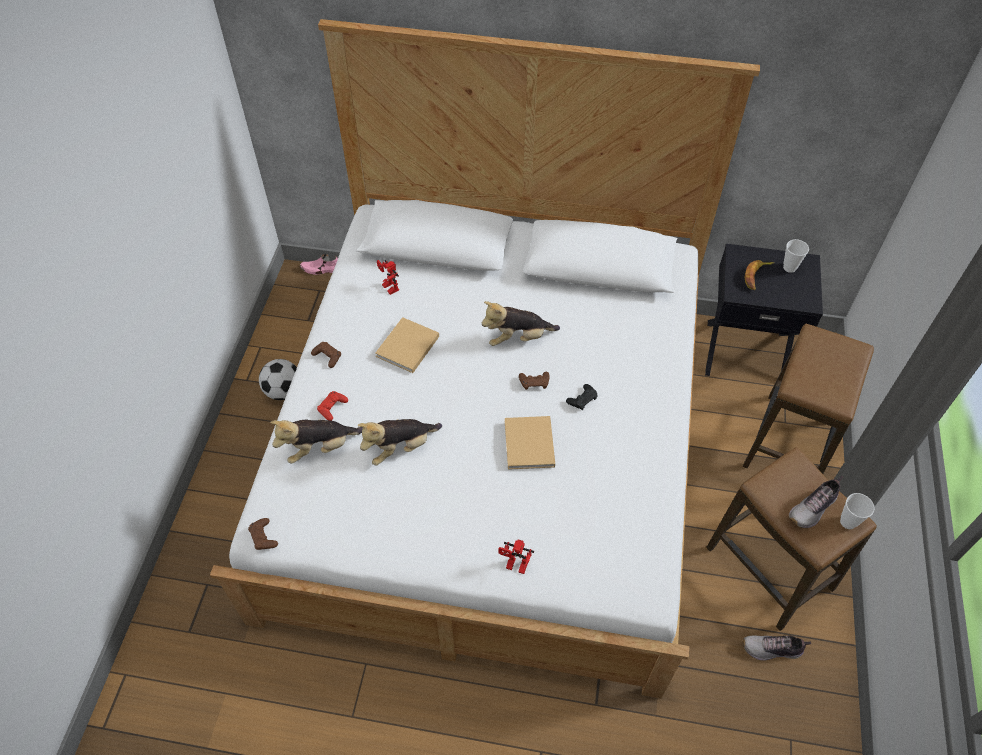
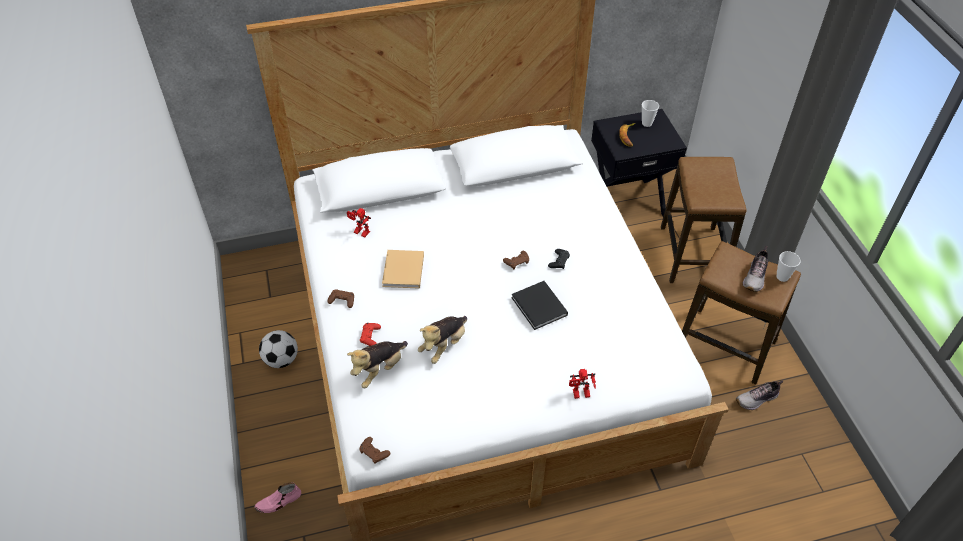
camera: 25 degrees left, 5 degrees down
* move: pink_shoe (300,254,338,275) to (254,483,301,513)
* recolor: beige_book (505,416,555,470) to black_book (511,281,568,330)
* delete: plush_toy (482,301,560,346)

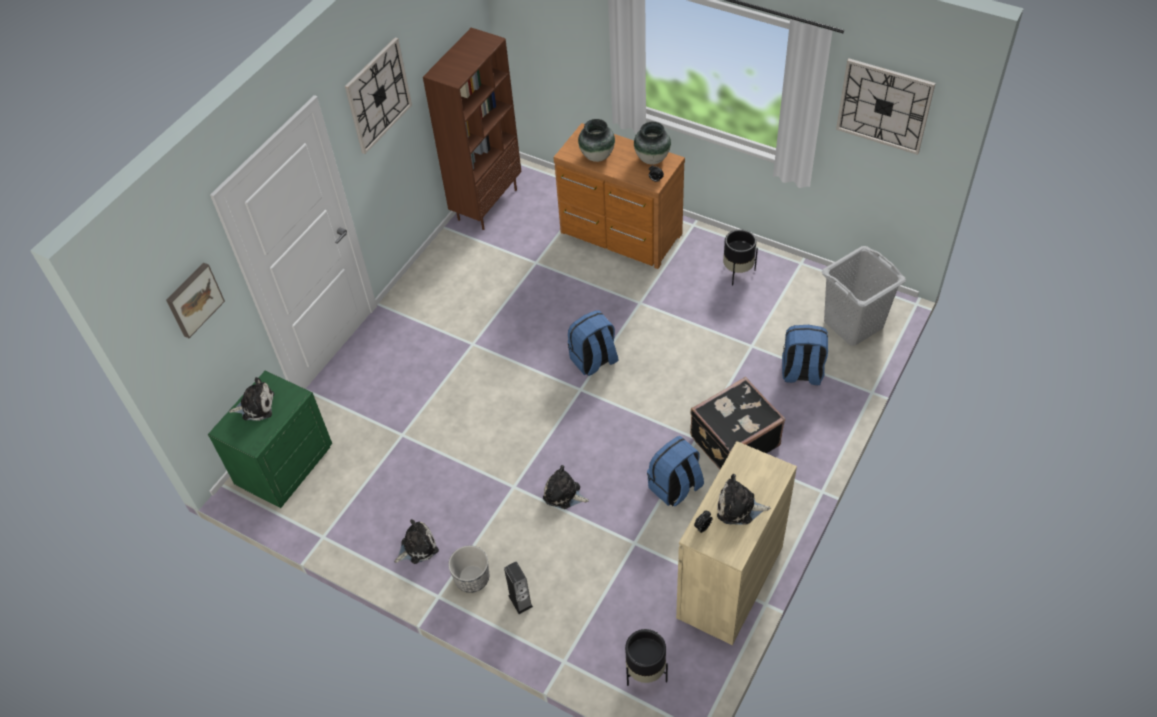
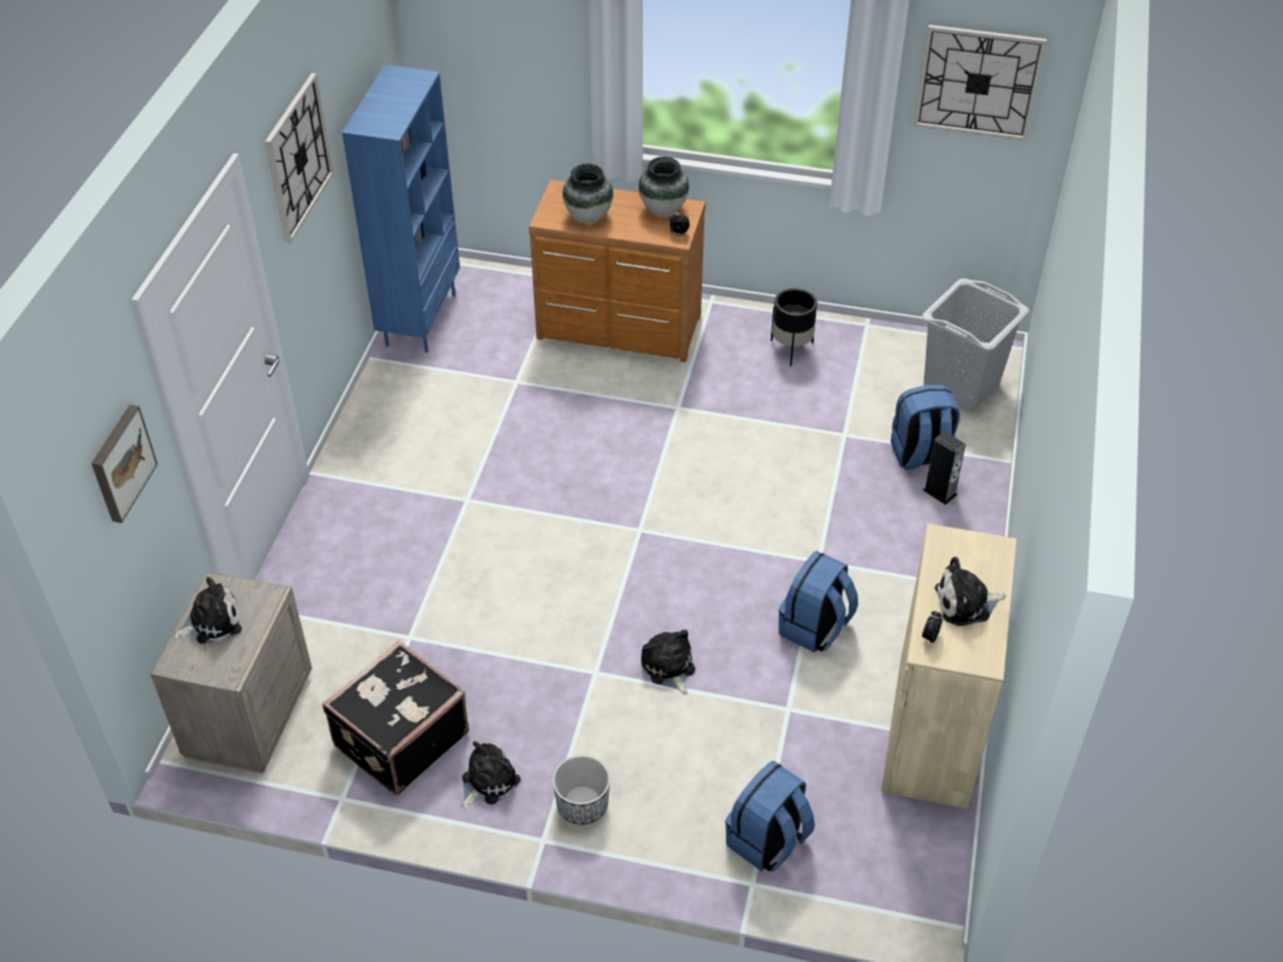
camera: 20 degrees left, 5 degrees down
* recolor: green_nightstand (208,371,332,508) to beige_nightstand (151,571,312,774)
* move: black_suitcase (690,377,785,469) to (322,641,469,795)
* recolor: brown_bookcase (423,28,521,230) to blue_bookcase (342,65,460,353)
* rotate: plush_toy (543,465,589,509) = (641,629,695,695) 60 degrees clockwise
* move: blue_backpack (568,310,619,376) to (725,760,815,872)
* move: speaker (504,562,533,614) to (923,431,966,505)
* delete: black_planter (625,629,668,686)

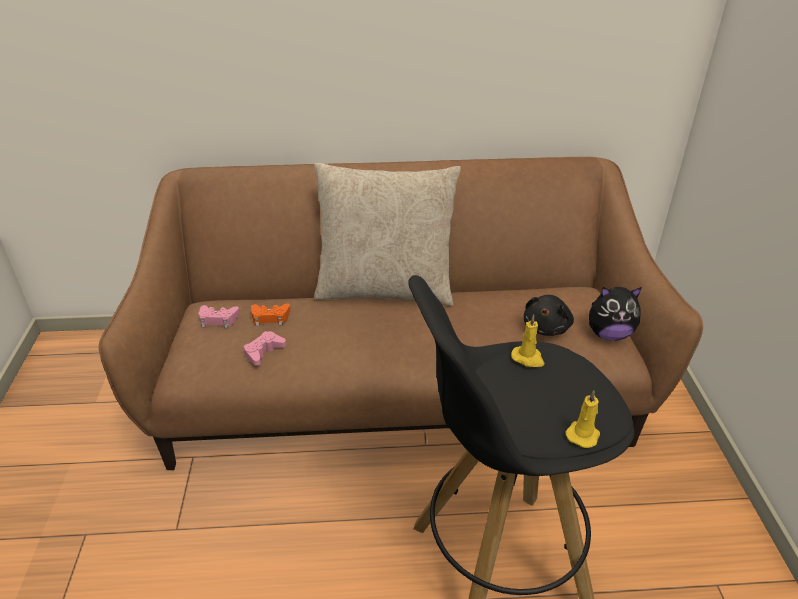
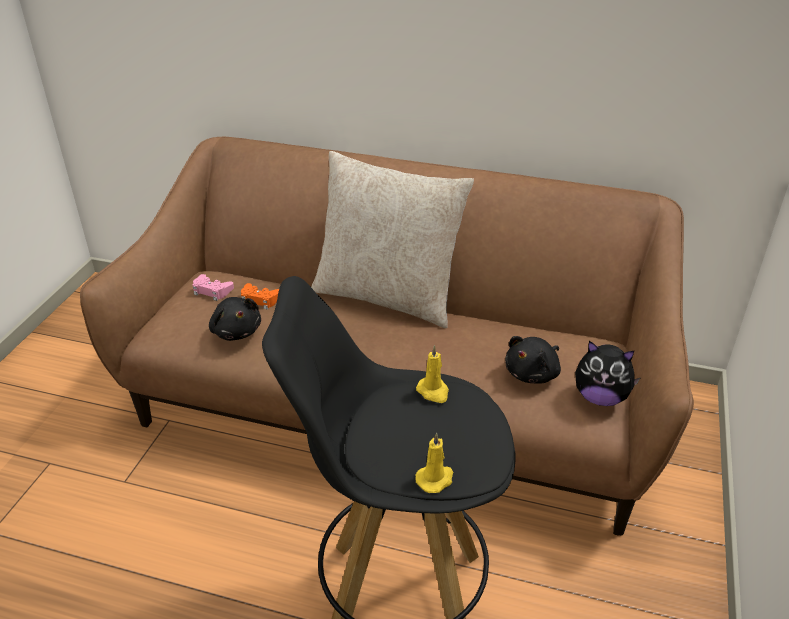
camera: 20 degrees right, 0 degrees up
* replace: pink_game_controller (244,331,286,366) to black_plush_toy (209,297,261,341)

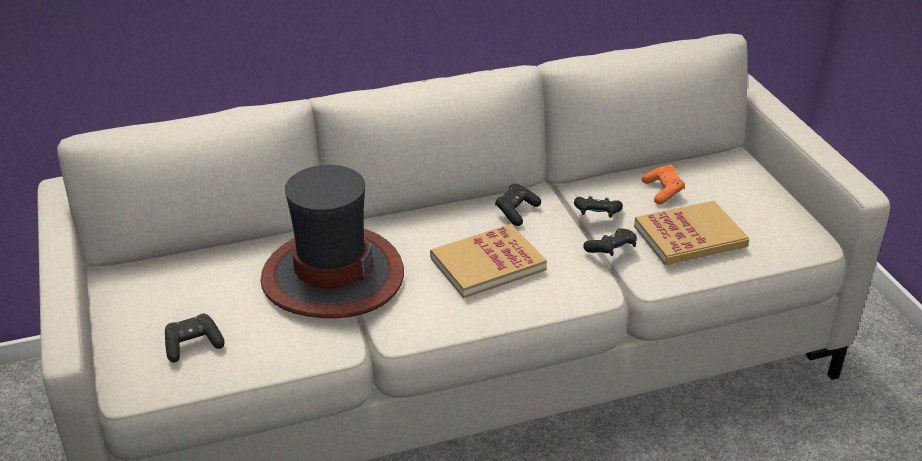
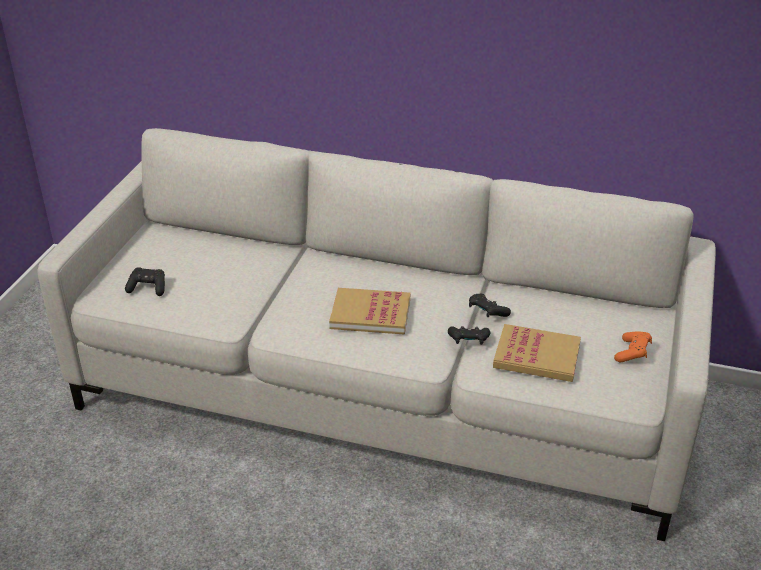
camera: 35 degrees right, 0 degrees up
* move: orange_game_controller (642,165,685,204) to (614,331,652,362)
* delete: hat (261,165,404,318)
* delete: black_game_controller (495,184,541,226)

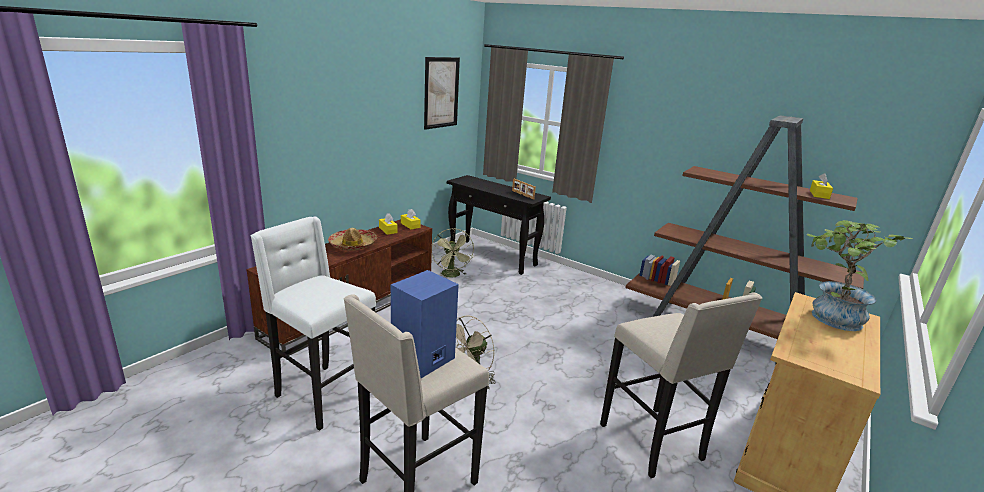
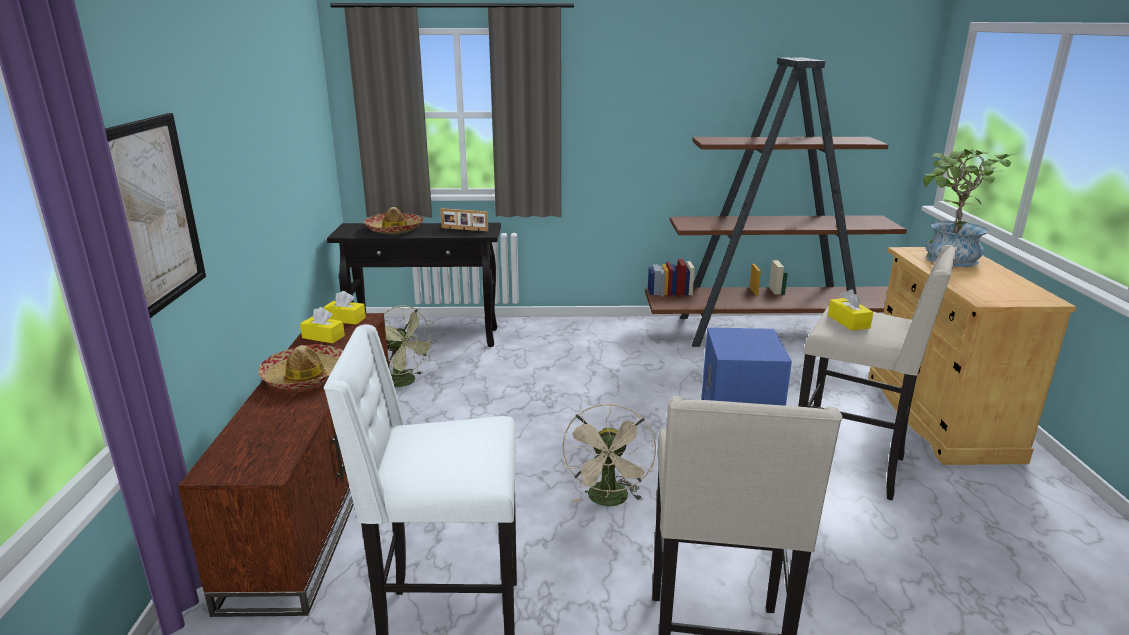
camera: 35 degrees left, 0 degrees up
* move: picture (424,57,460,130) to (105,113,206,318)
* insert: hat (364,207,424,234)
* move: yellow_tissue_box (810,173,833,199) to (828,289,873,331)

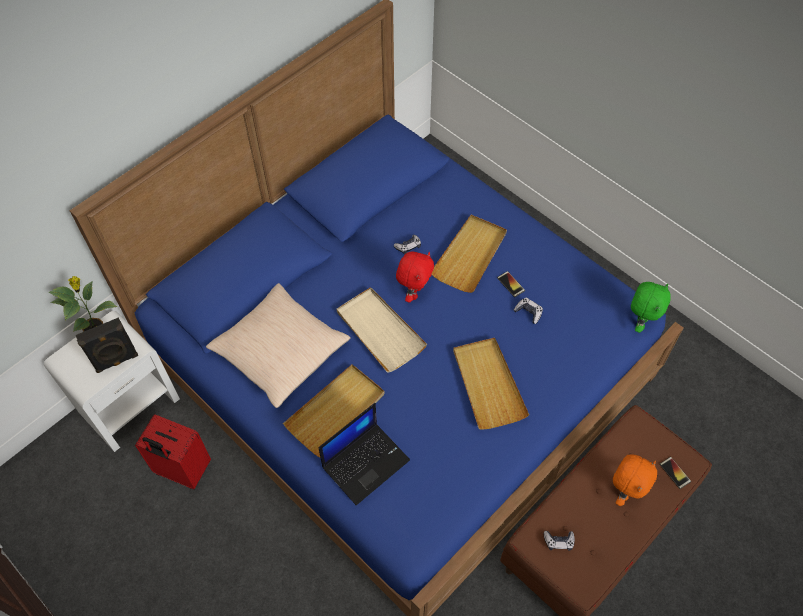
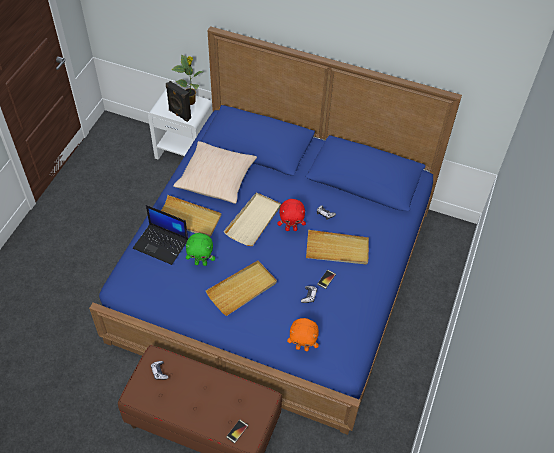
camera: 65 degrees right, 5 degrees down
* move: green_plush_toy (631,282,671,333) to (186,233,215,266)
* move: orange_plush_toy (613,454,657,506) to (287,318,319,351)
* delete: red_suitcase (135,414,211,489)

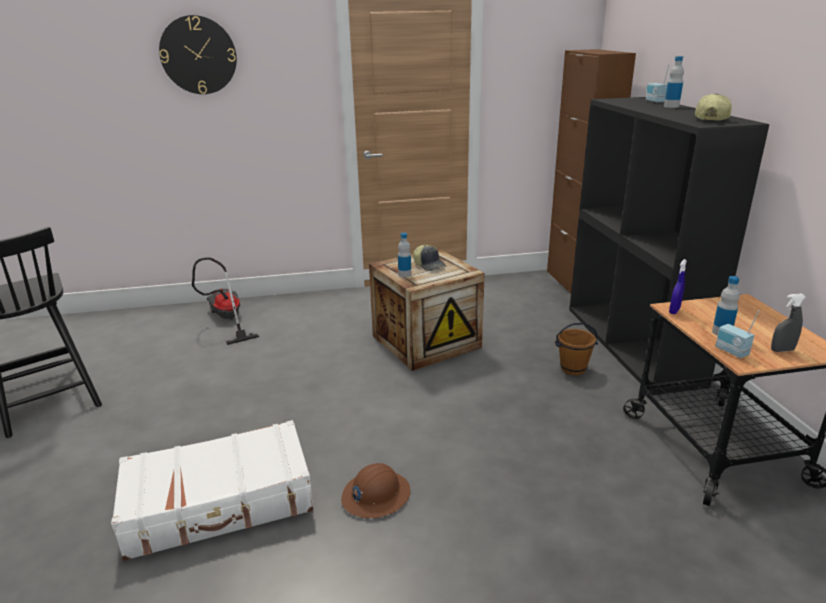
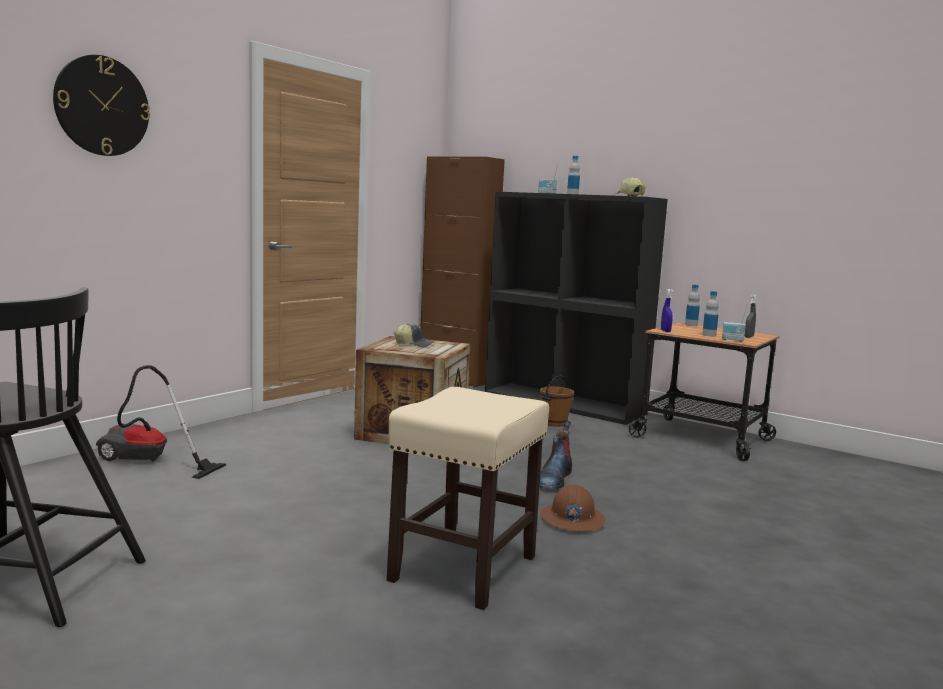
camera: 45 degrees left, 15 degrees down
* replace: white_suitcase (111,420,314,561) to beige_stool (387,387,549,610)
* insert: boot (539,421,572,489)
* move: bottle (398,233,411,277) to (685,284,700,326)

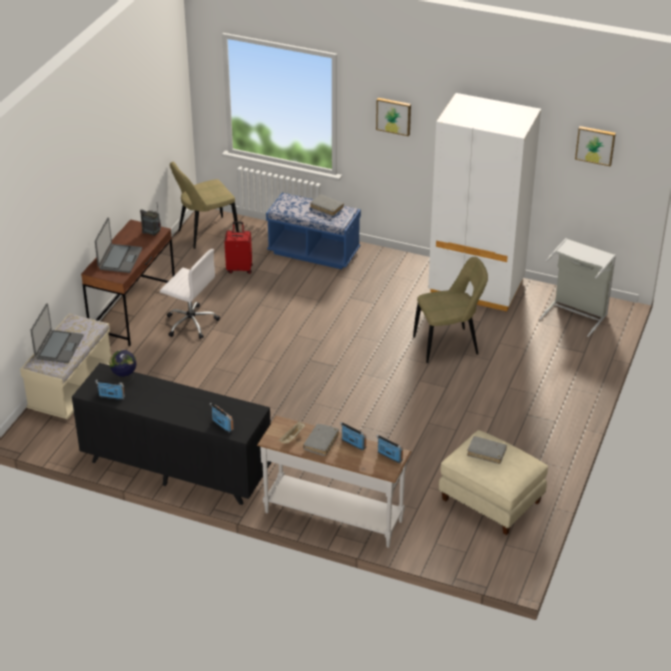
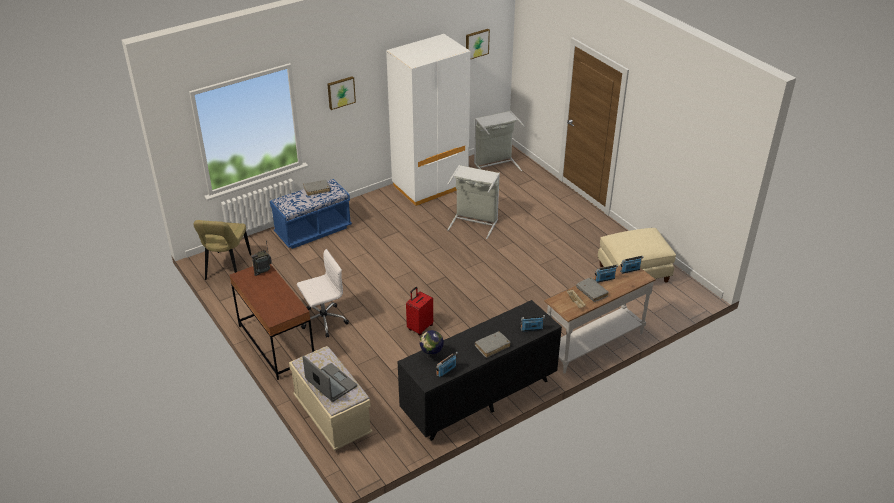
camera: 55 degrees left, 0 degrees up
* move: red_suitcase (225,221,253,274) to (406,287,433,335)
* replace: beige_chair (413,257,488,363) to grey_laundry_basket (447,165,500,239)
* move: grey_book (467,436,507,464) to (475,331,511,358)
* delete: laptop (95,217,142,273)

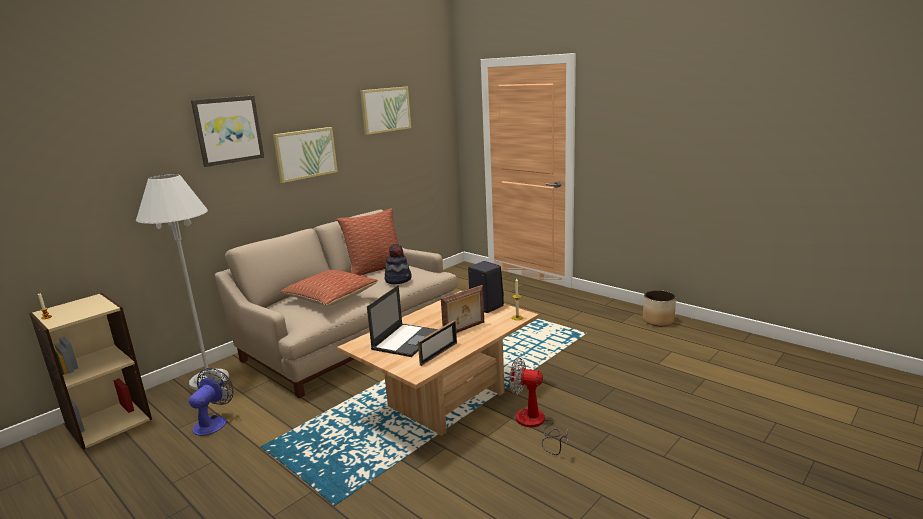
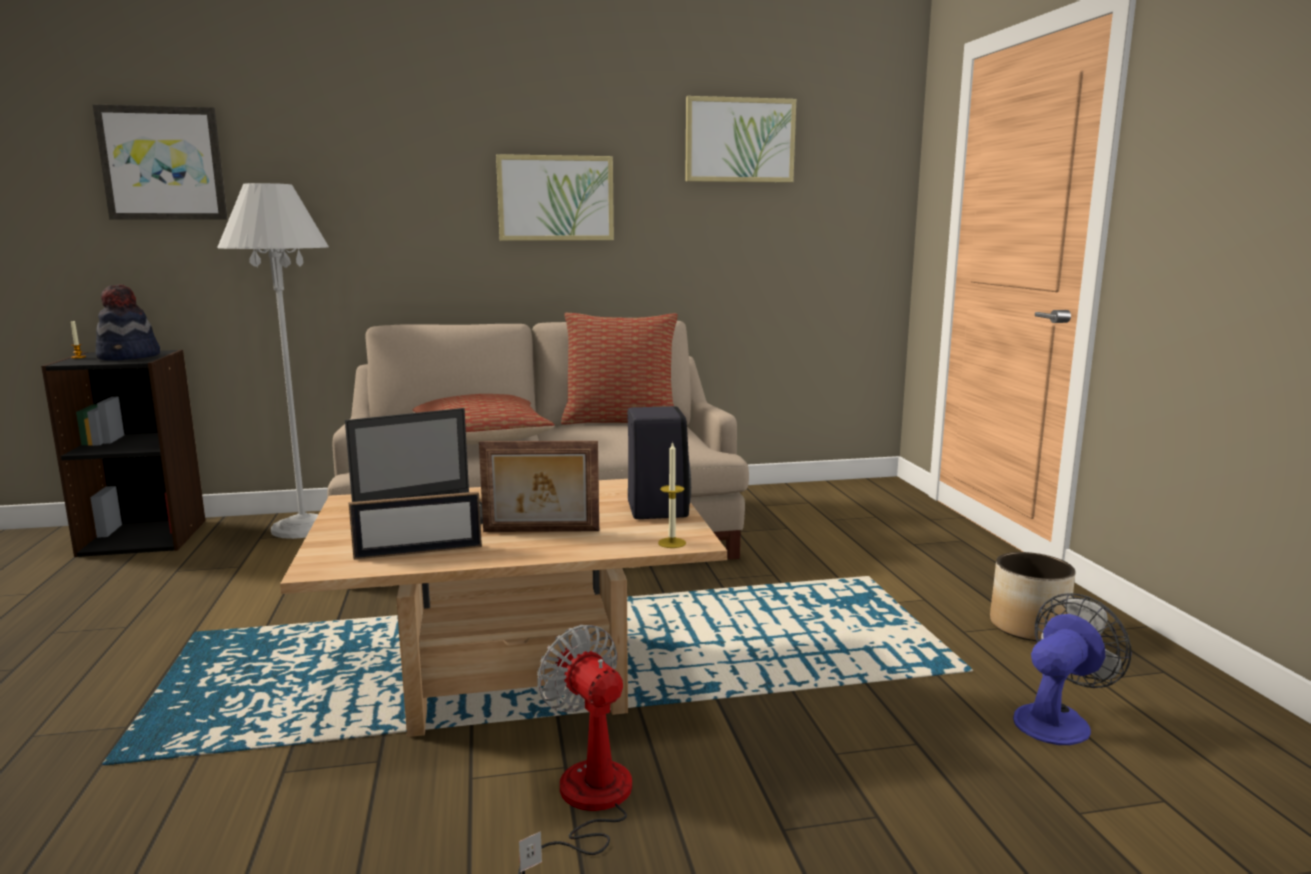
camera: 35 degrees right, 5 degrees down
* recolor: beige_bookcase (29,293,152,450) to black_bookcase (41,350,206,557)
* move: picture (191,96,264,167) to (93,105,227,220)
* move: hat (385,243,412,284) to (96,285,160,361)
* move: planter (643,290,676,326) to (990,552,1076,641)
* move: fan (189,368,234,436) to (1013,593,1131,745)

